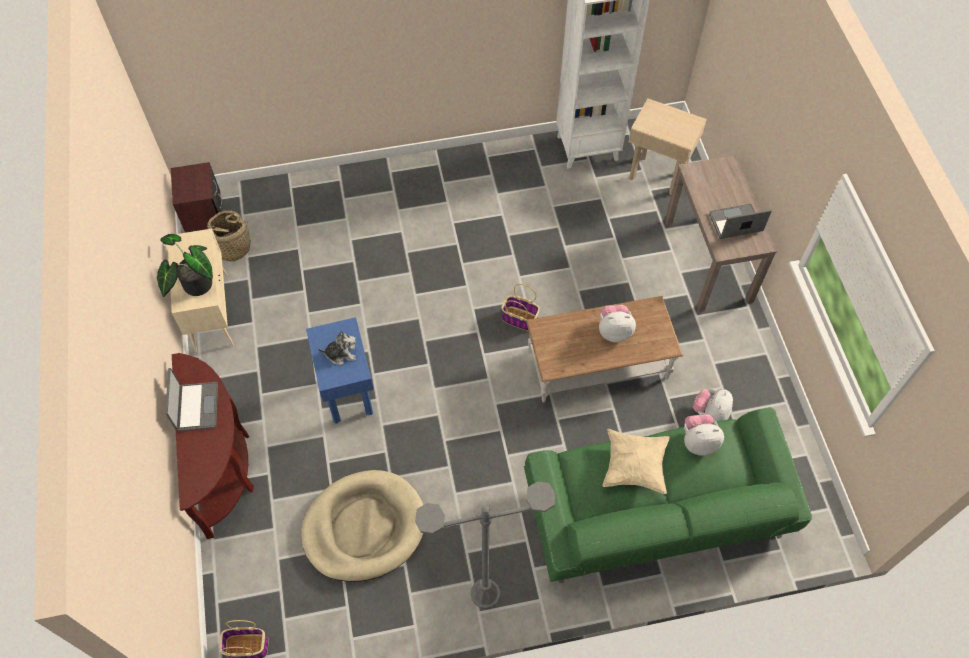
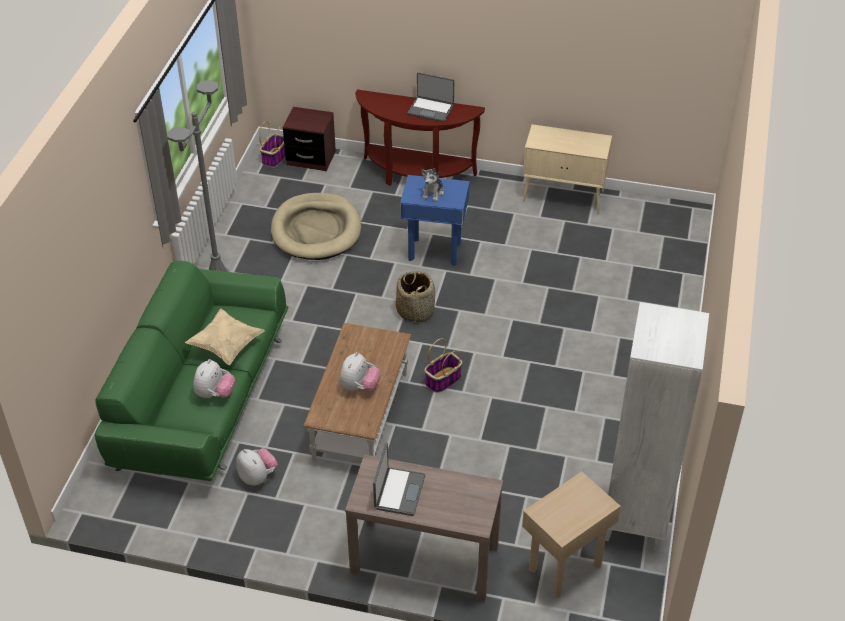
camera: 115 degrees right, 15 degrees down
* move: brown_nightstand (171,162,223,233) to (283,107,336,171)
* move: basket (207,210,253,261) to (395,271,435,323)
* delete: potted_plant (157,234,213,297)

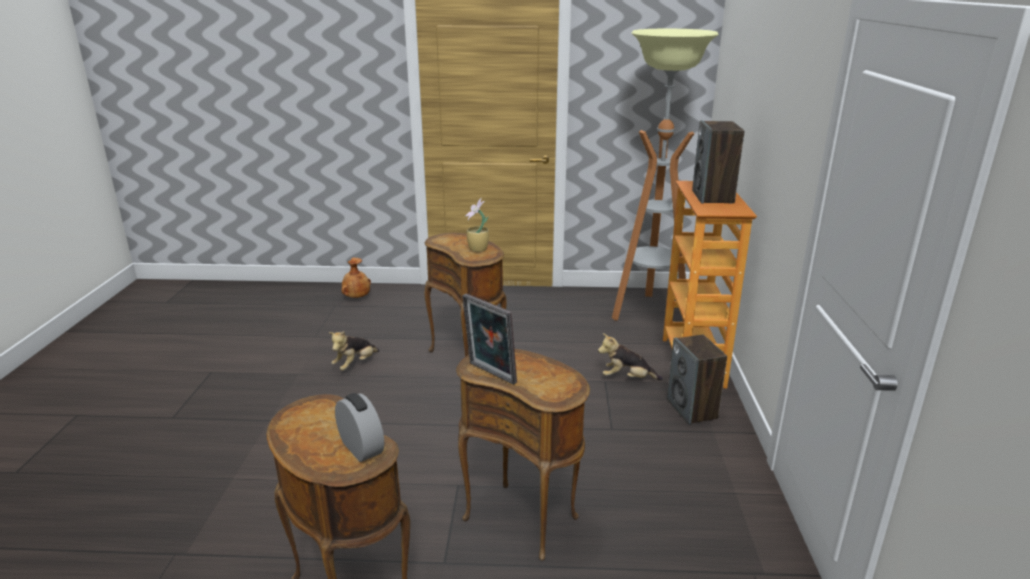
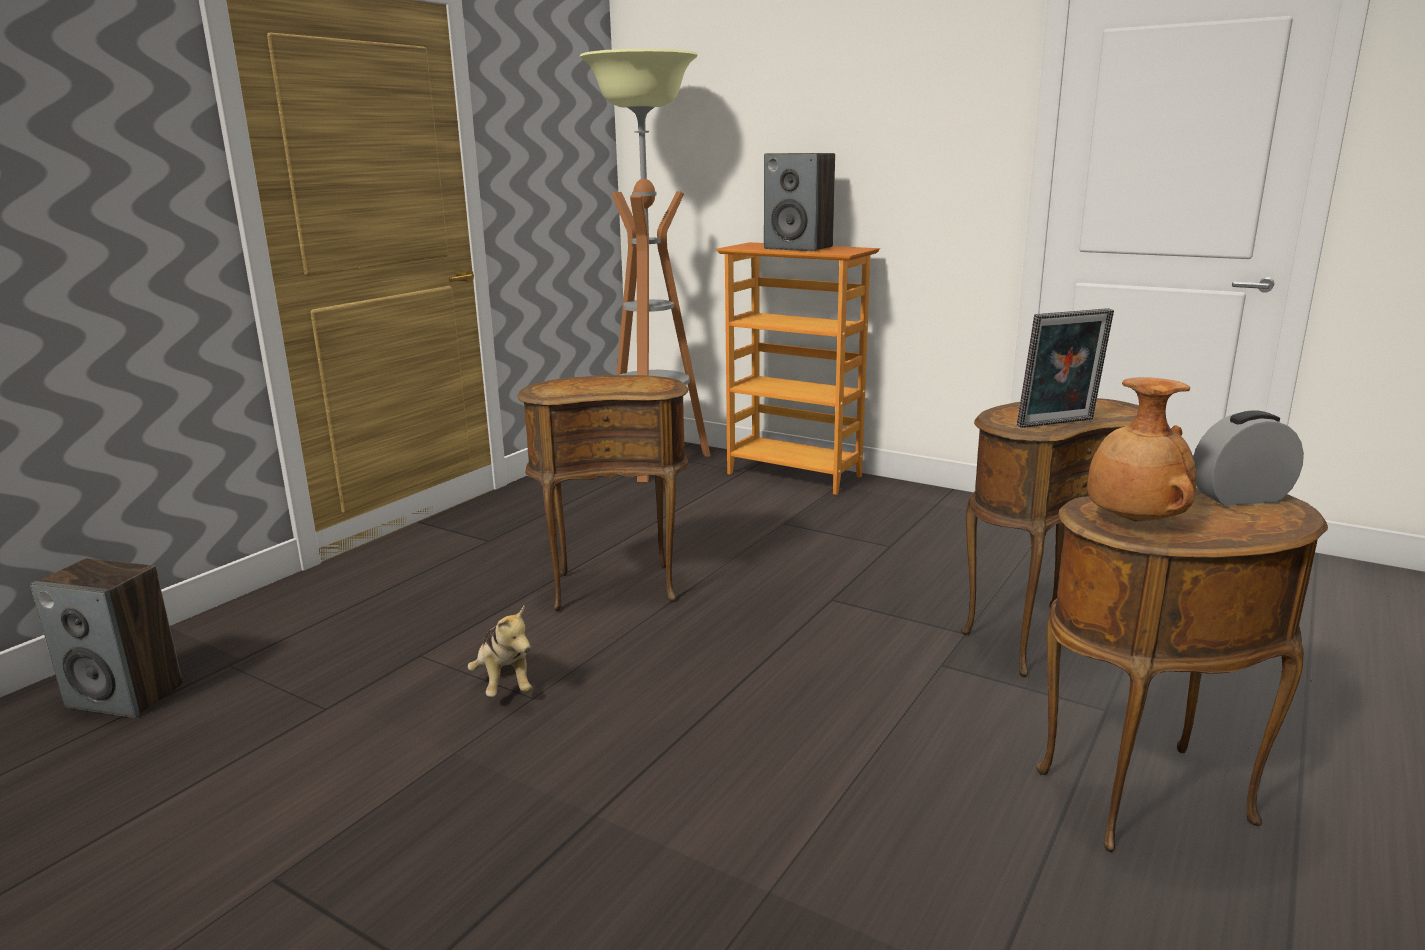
camera: 60 degrees left, 5 degrees down
* move: speaker (667,335,727,424) to (30,558,183,718)
* move: brown_vase (341,258,371,298) to (1087,377,1197,521)
* delete: potted_plant (465,198,489,252)
* delete: plush_toy (598,333,663,380)

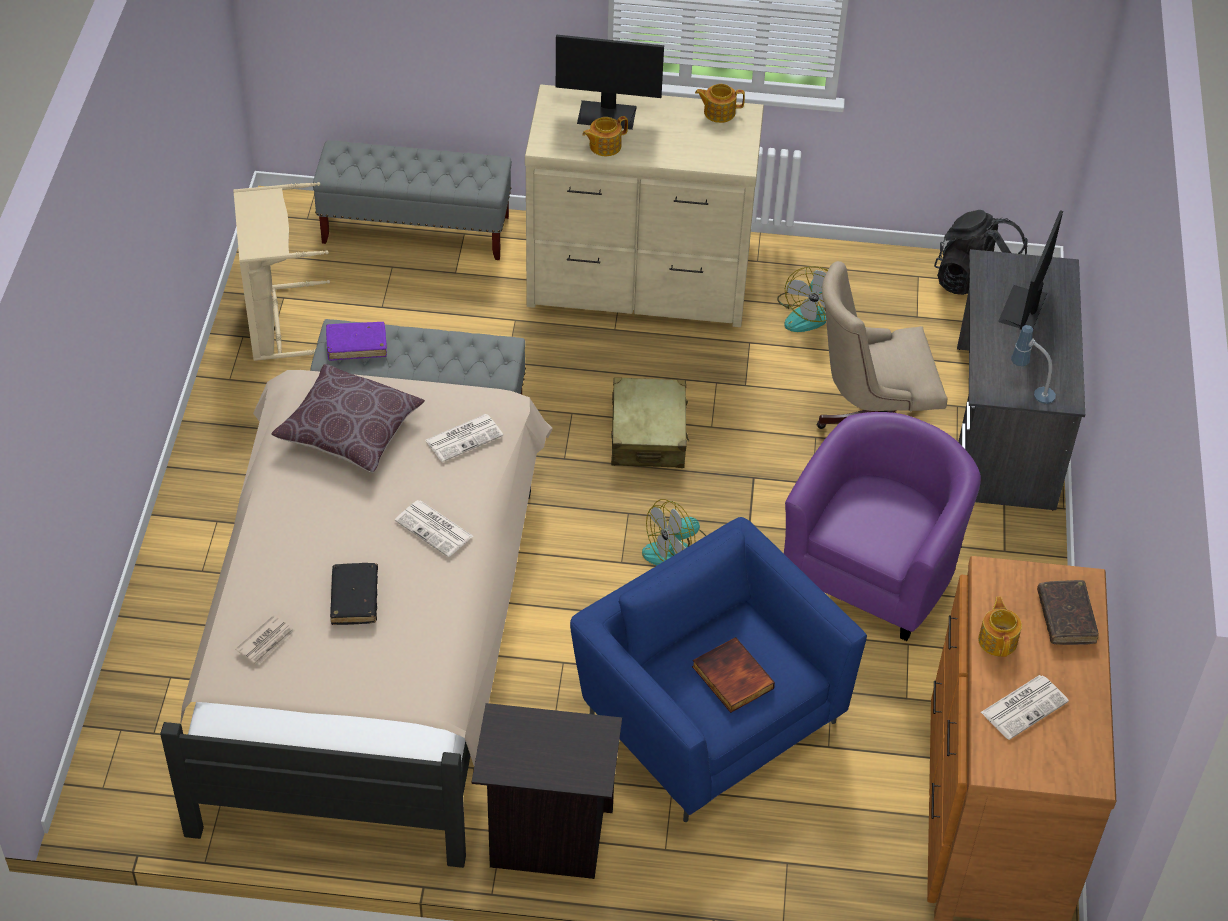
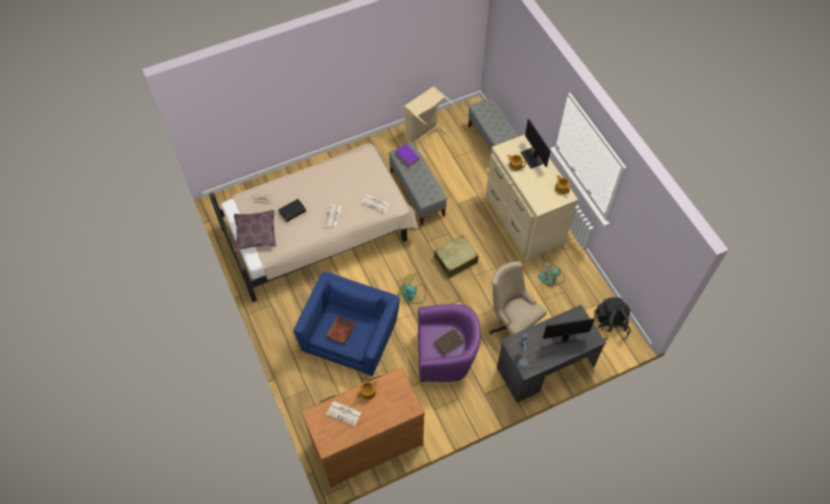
camera: 60 degrees right, 10 degrees up
* move: brown_pillow (271,364,425,472) to (234,210,276,251)
* move: brown_book (1037,580,1099,645) to (434,329,464,355)
* delete: black_nightstand (471,703,622,879)

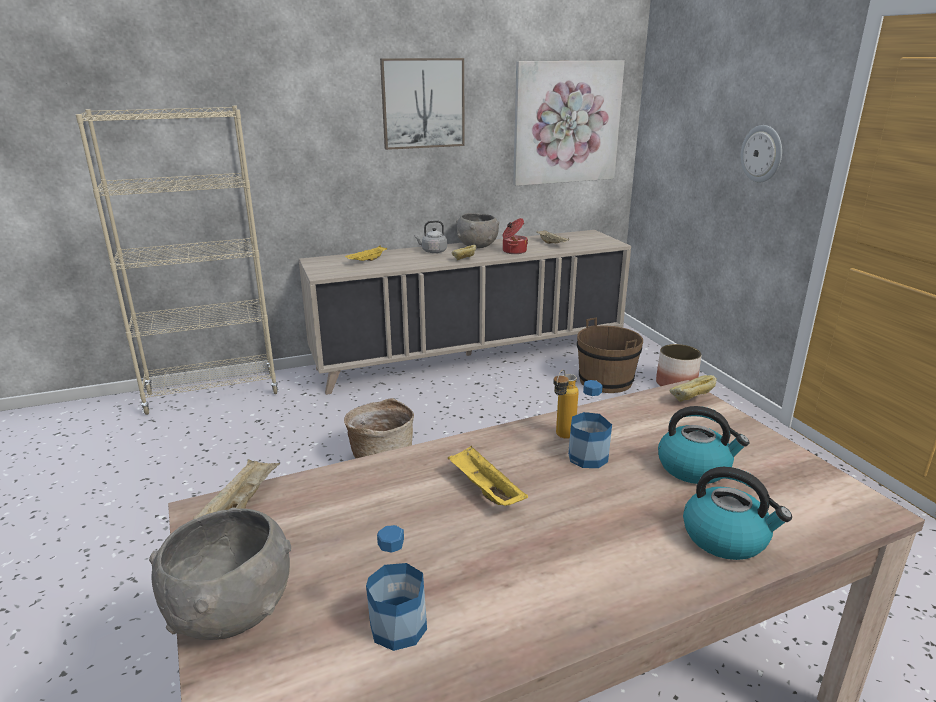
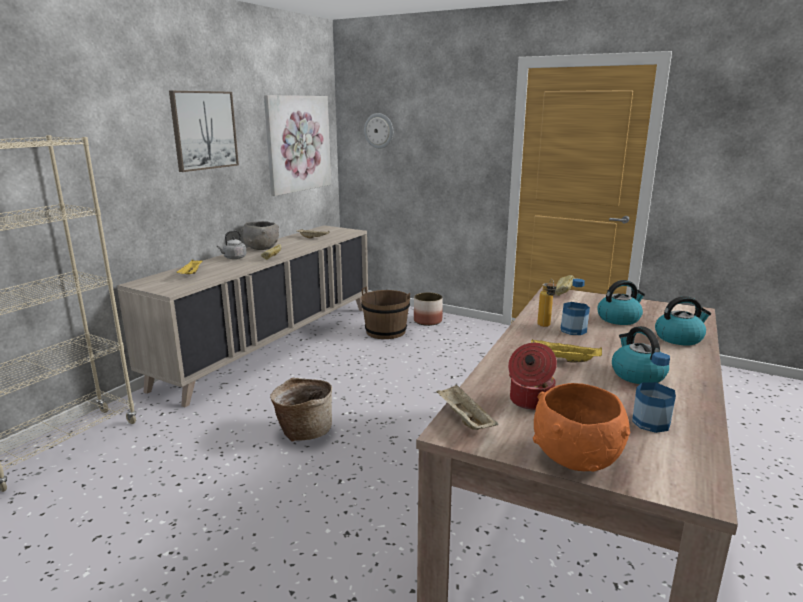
camera: 40 degrees left, 5 degrees down
* move: wall_clock (741,125,782,183) to (364,113,393,149)
* move: cooking_pot (503,218,528,254) to (508,343,557,410)
* recolor: grey_bowl (149,508,291,640) to orange_bowl (533,383,630,472)
* insert: kettle (612,326,669,384)

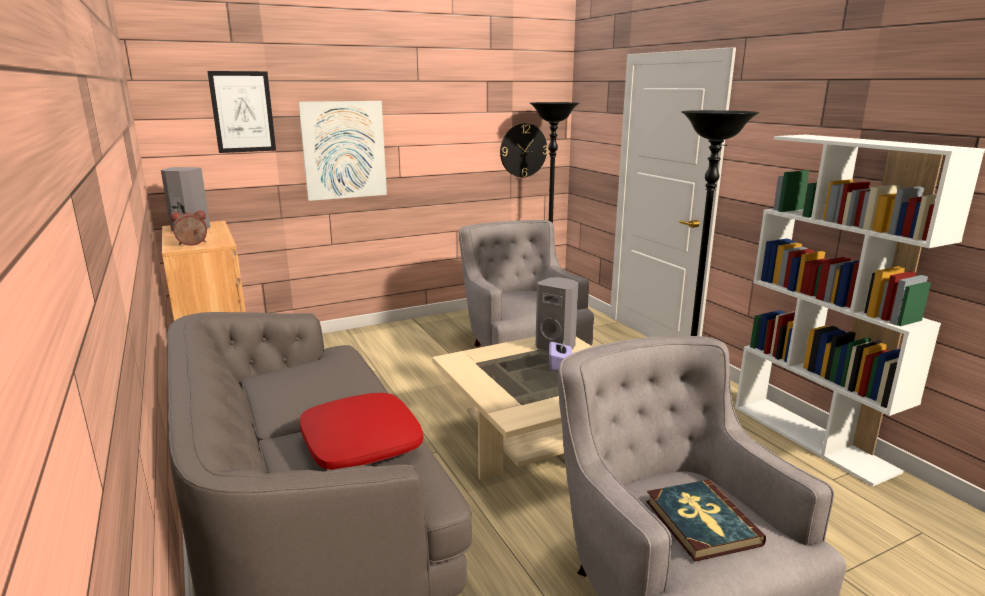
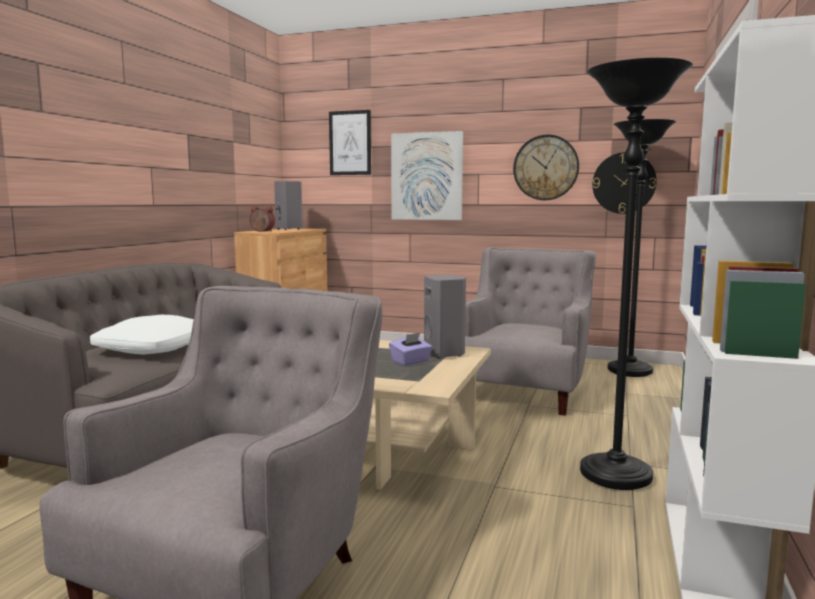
camera: 45 degrees right, 10 degrees down
* recolor: red_pillow (300,393,423,470) to white_pillow (90,315,194,355)
* insert: wall_clock (513,135,579,200)
* delete: book (646,480,766,562)

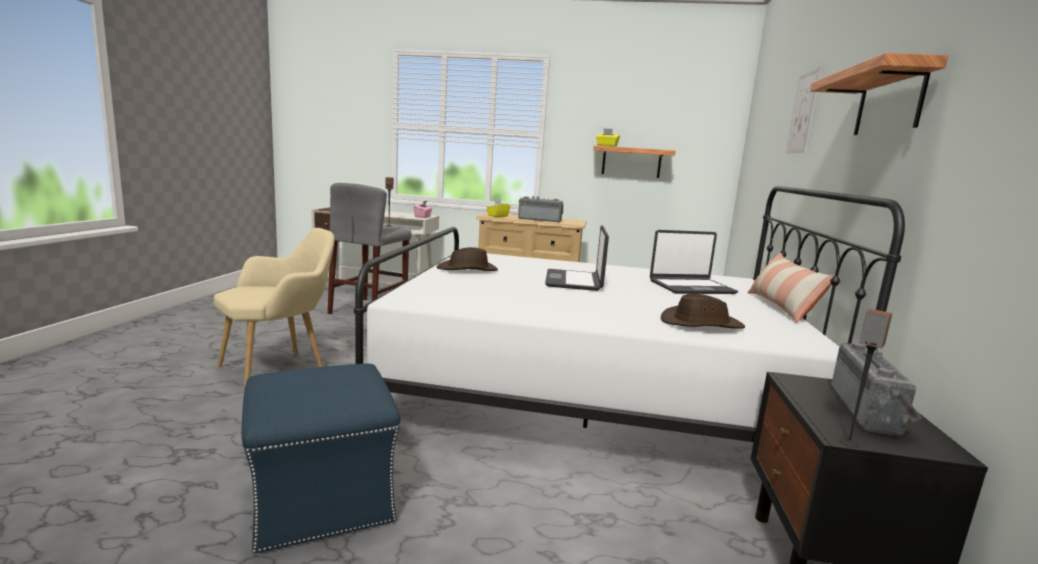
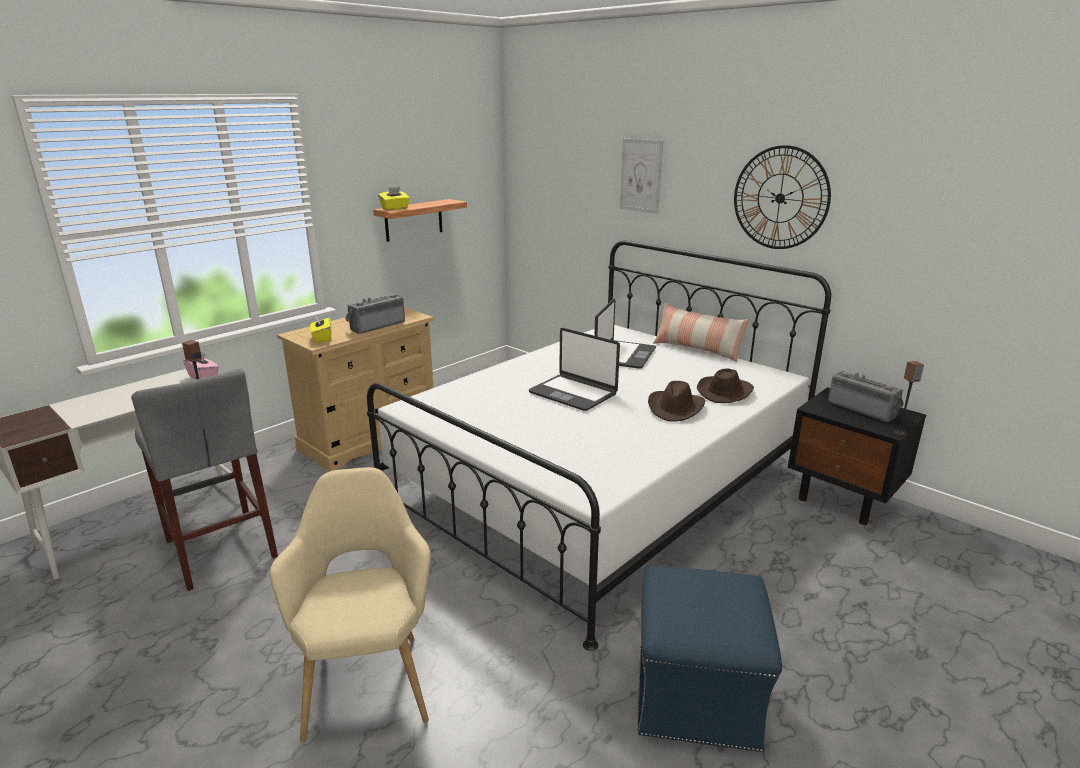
camera: 55 degrees left, 10 degrees up
* move: brown_hat (436,247,498,271) to (648,381,705,422)
* replace: shelf (810,53,948,135) to wall_clock (734,145,831,249)

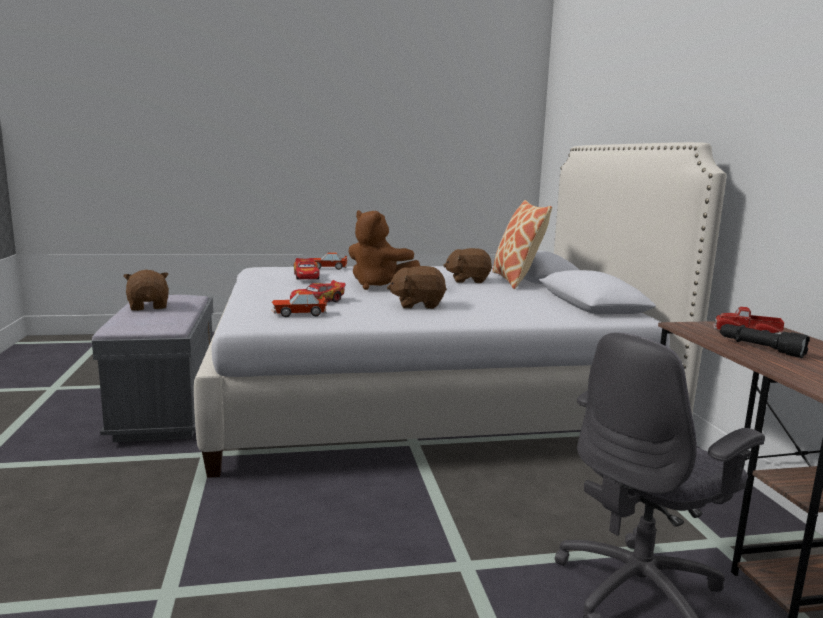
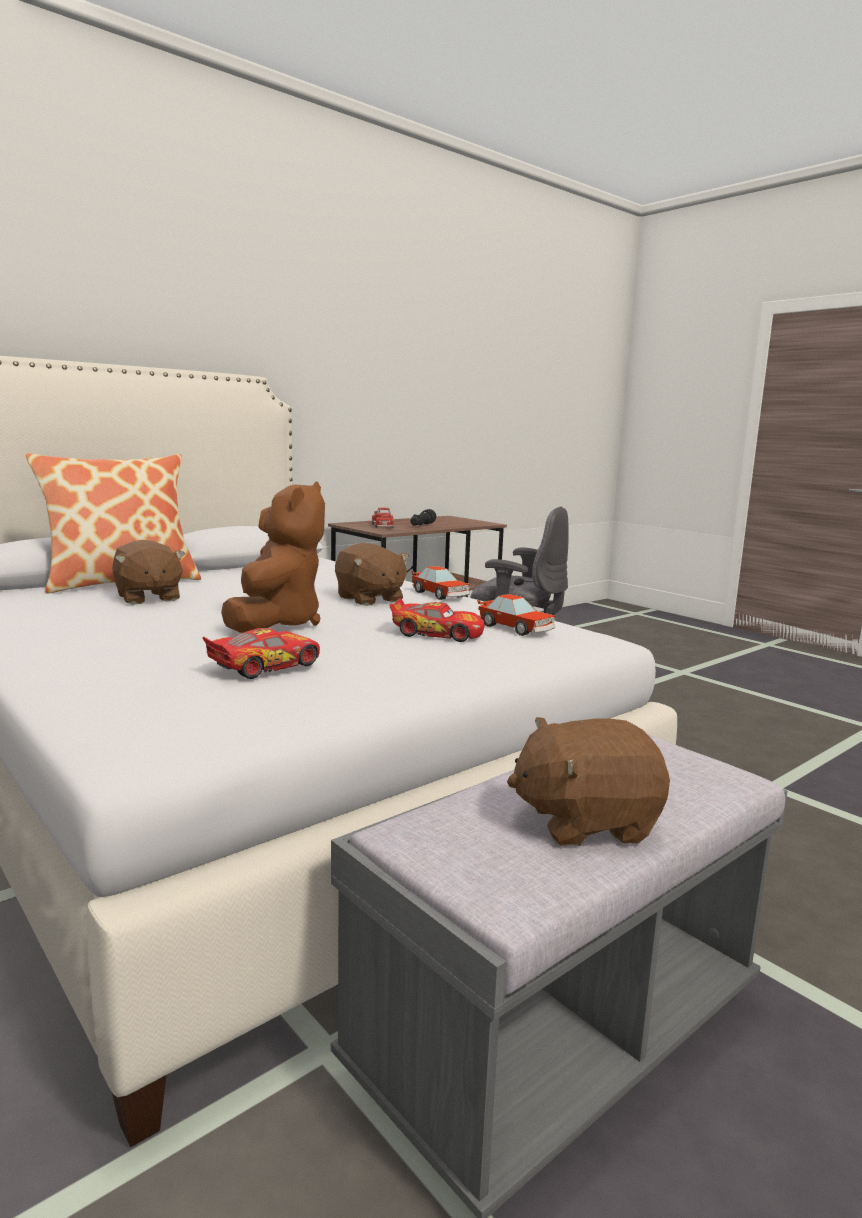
camera: 120 degrees left, 0 degrees up
* move: toy_car (313,252,347,270) to (411,566,470,600)
* rotate: brown_plush_toy (123,270,169,311) = (507,717,670,846) 45 degrees clockwise

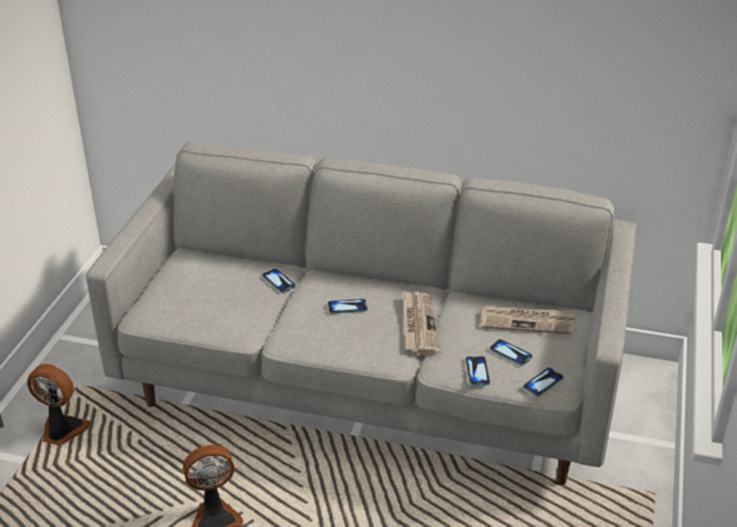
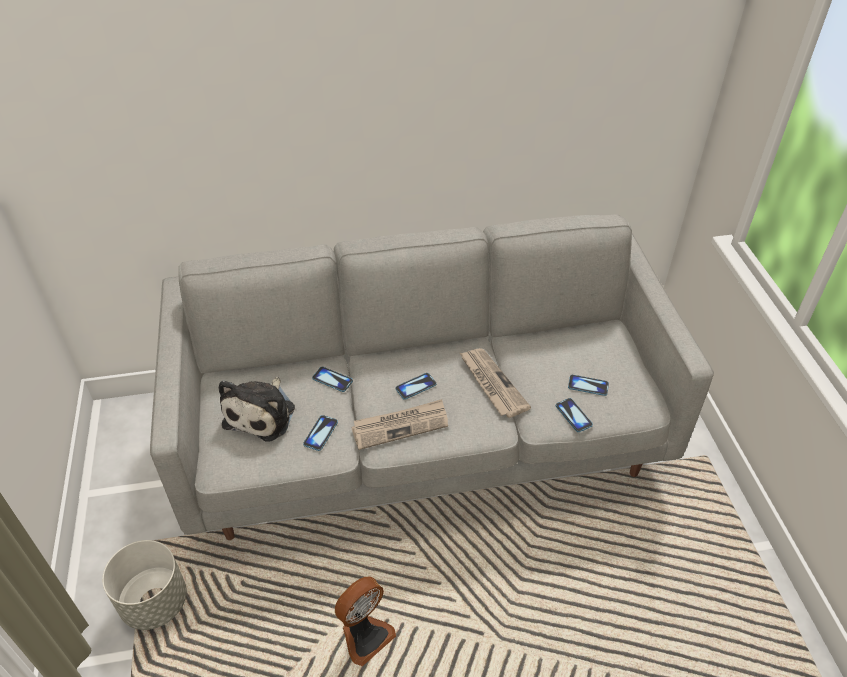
camera: 25 degrees left, 10 degrees up
* replace: fan (27,364,90,446) to grey_planter (102,540,187,630)
* insert: plush_toy (219,377,295,442)
* move: phone (523,367,564,397) to (303,415,338,451)
* move: newspaper (481,305,575,334) to (351,399,448,450)

